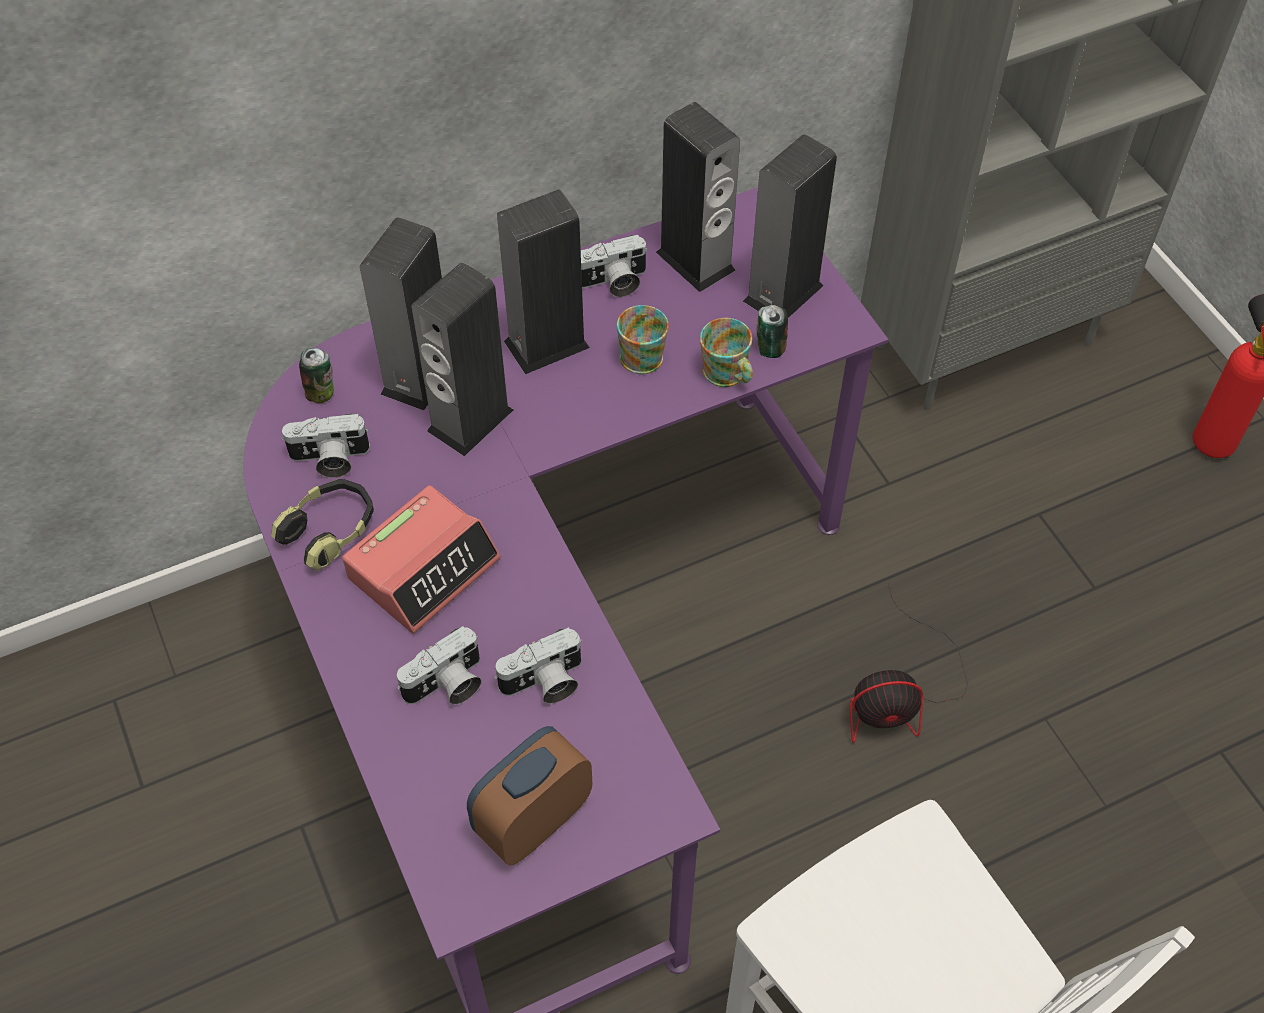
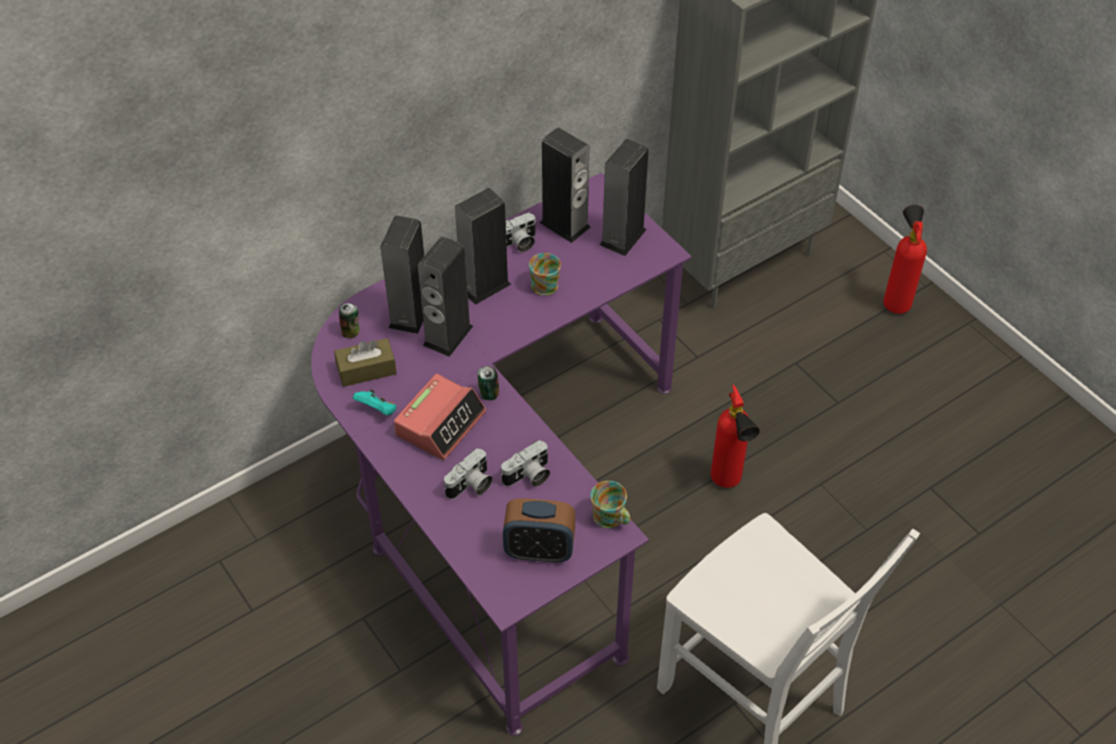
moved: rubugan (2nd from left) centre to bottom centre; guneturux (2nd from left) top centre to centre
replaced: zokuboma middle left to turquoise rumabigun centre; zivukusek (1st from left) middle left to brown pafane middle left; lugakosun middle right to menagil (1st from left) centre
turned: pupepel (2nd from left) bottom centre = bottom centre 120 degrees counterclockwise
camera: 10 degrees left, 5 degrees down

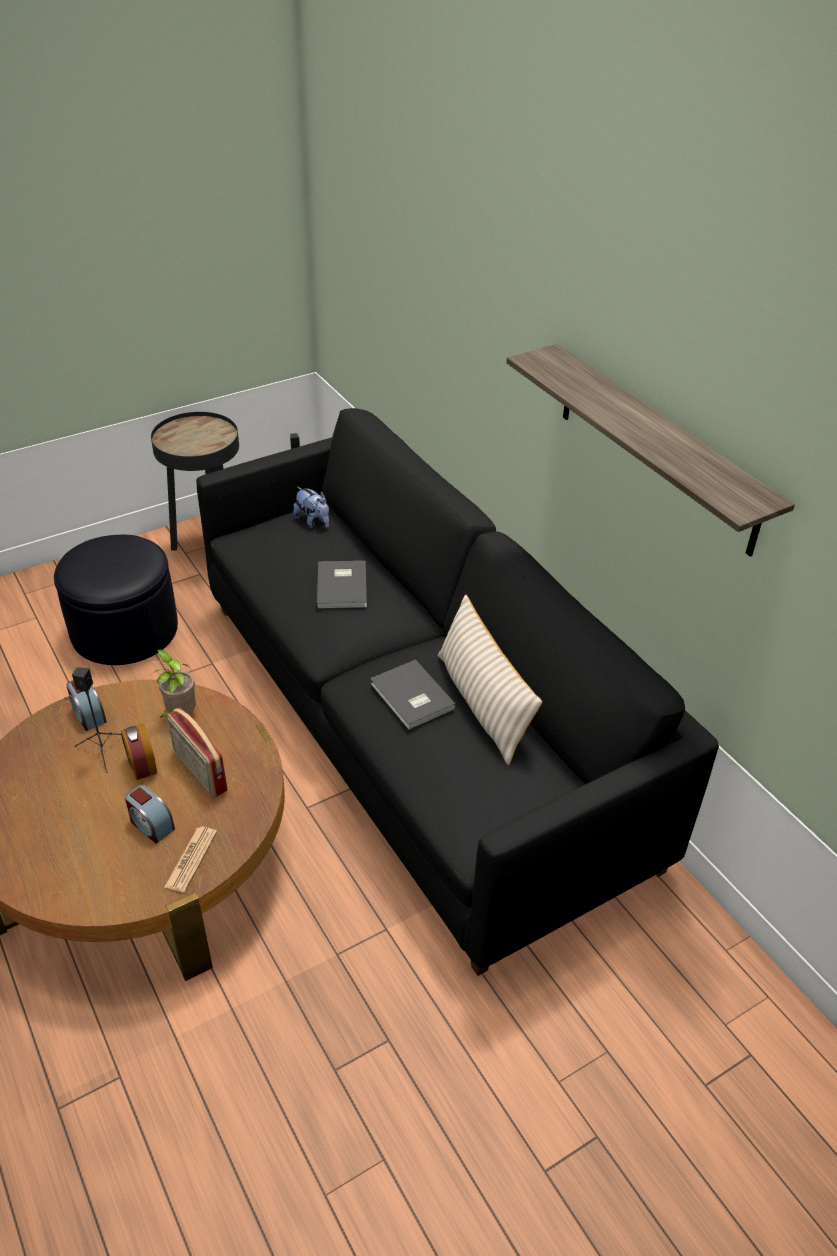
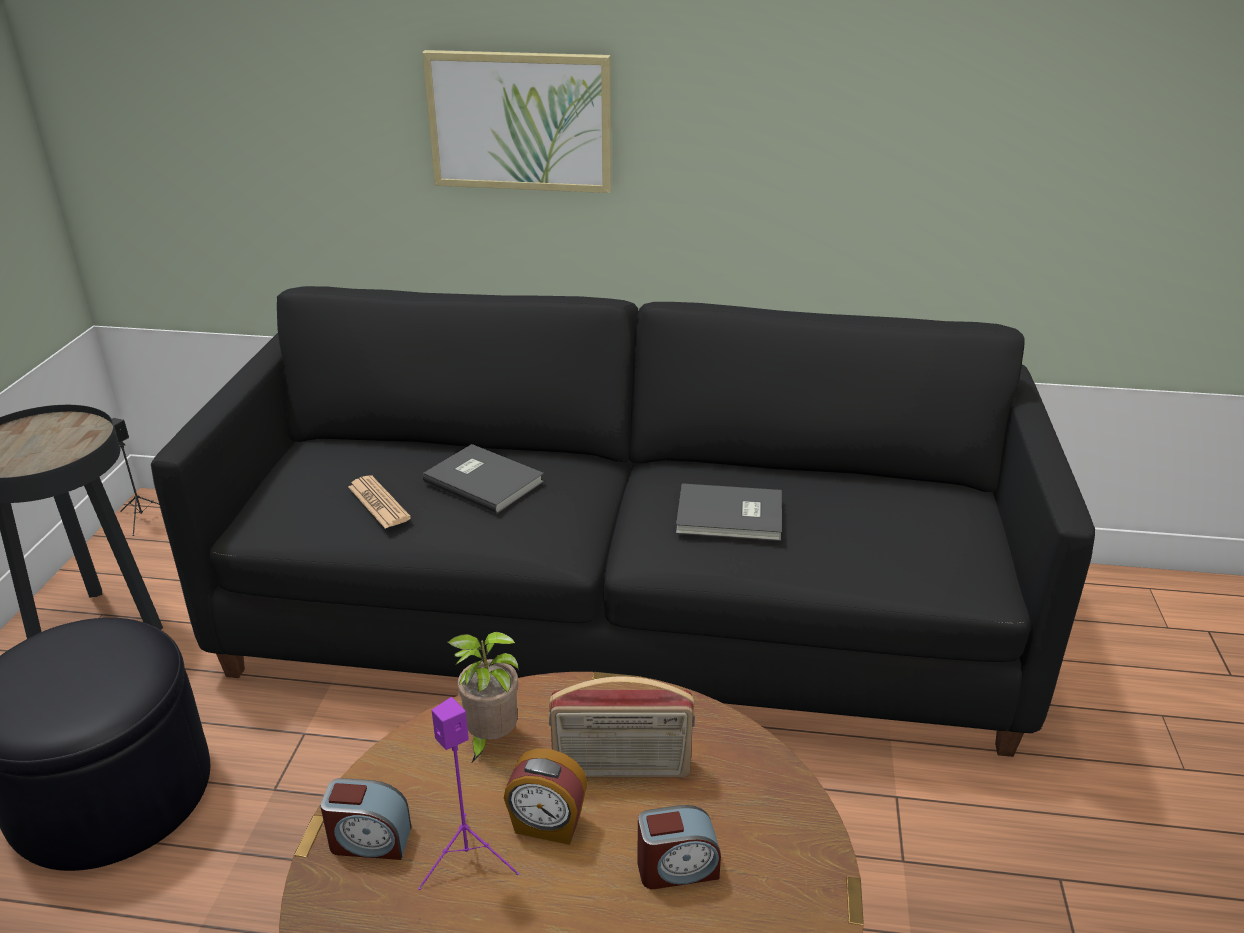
removed: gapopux centre; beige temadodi centre; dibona middle right
added: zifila top centre
moved: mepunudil bottom left to middle left
recoloured: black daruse (1st from left) middle left to purple daruse bottom centre
camera: 50 degrees left, 10 degrees down

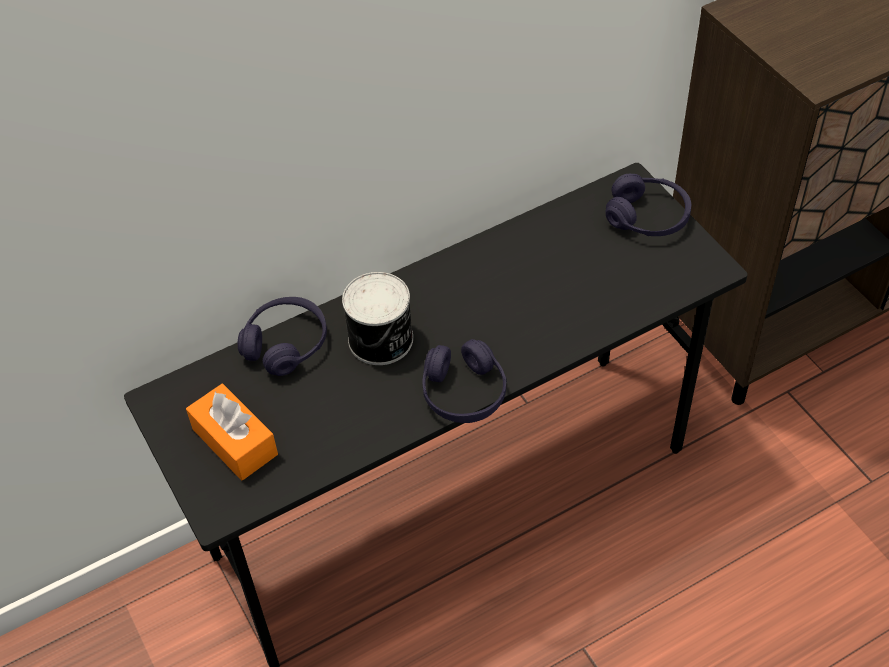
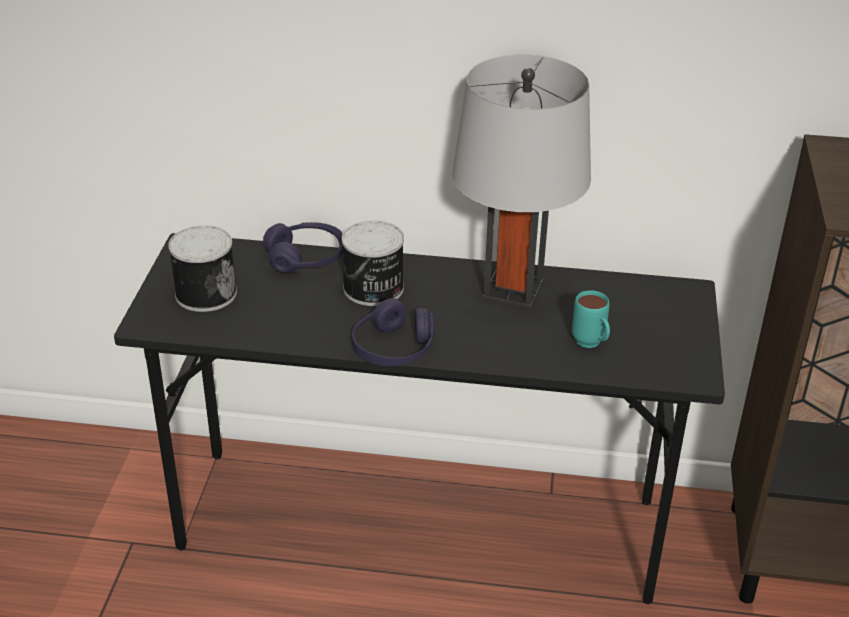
removed: purple zokuboma (3rd from left) top right
added: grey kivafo top centre; turquoise rubugan middle right
replaced: orange pafane middle left to guneturux (1st from left) middle left
camera: 35 degrees right, 15 degrees down

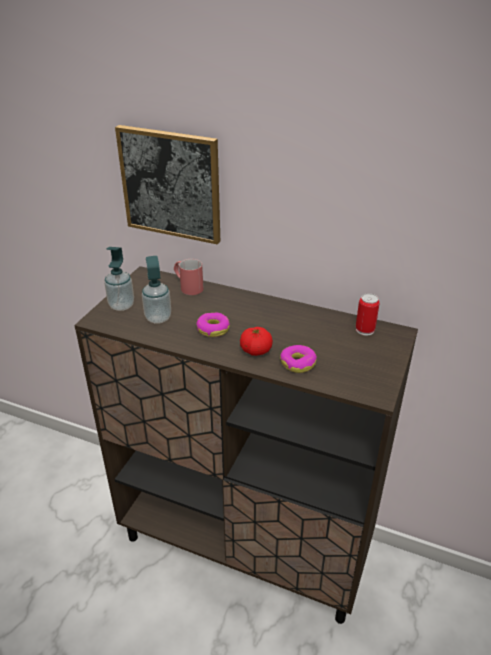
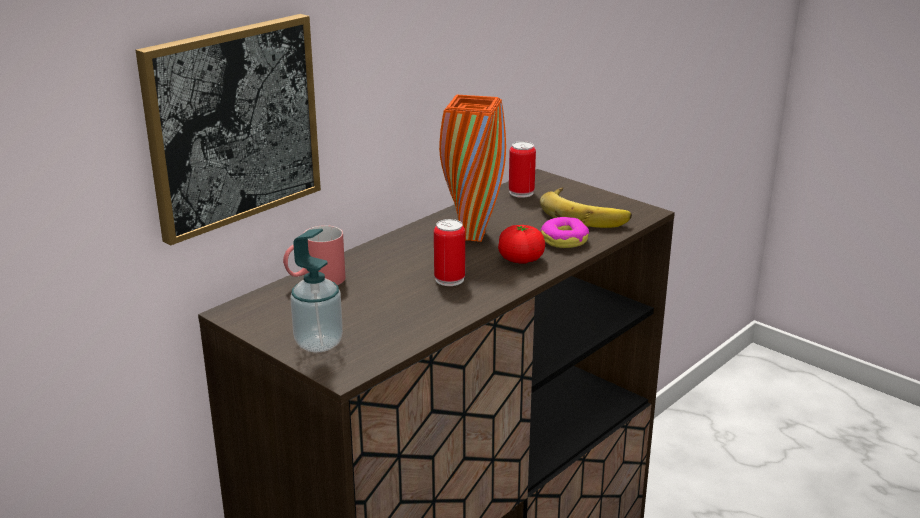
removed: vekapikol (2nd from left) middle left
added: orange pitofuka top centre; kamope centre
replaced: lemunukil (1st from left) centre to guneturux (1st from left) centre
camera: 70 degrees left, 10 degrees down

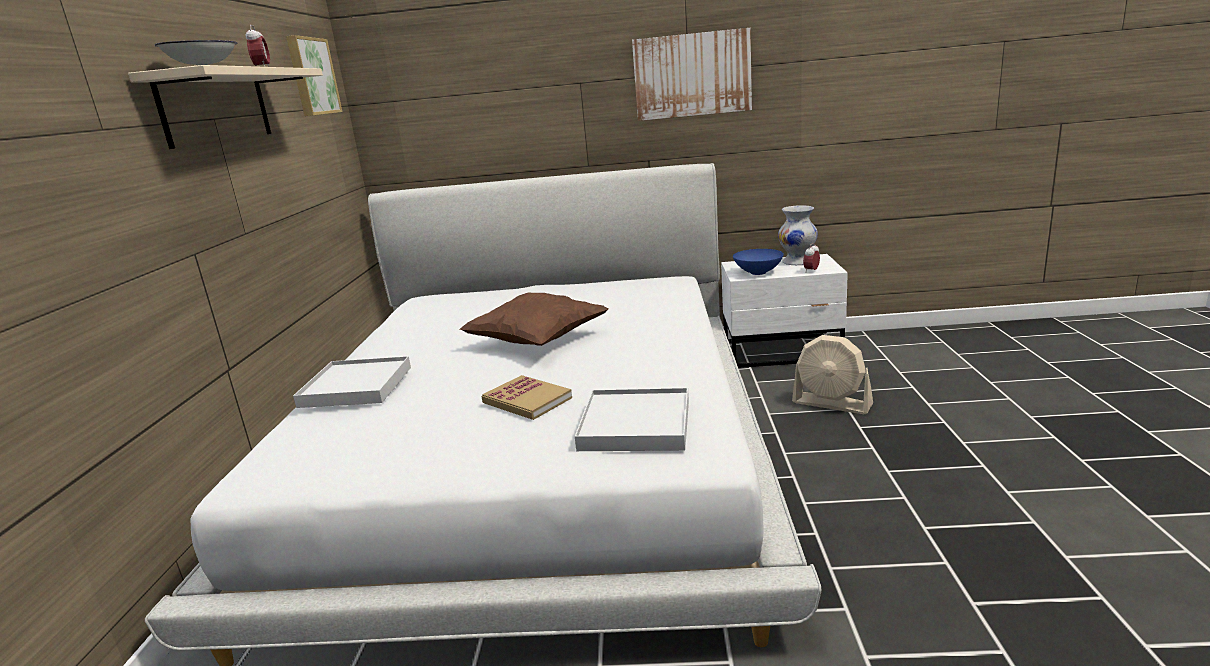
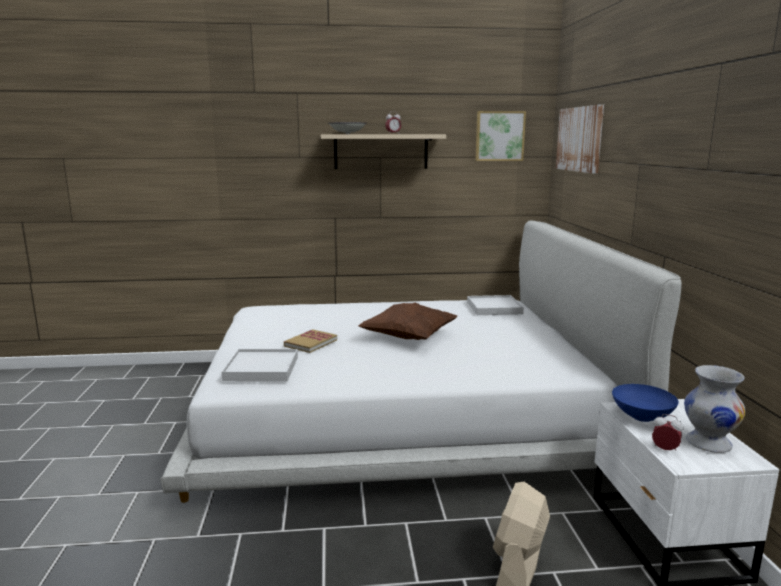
moved: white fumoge (1st from left in the first image) middle left to white fumoge (2nd from left) centre; zifila (2nd from left) top centre to top right
camera: 80 degrees right, 5 degrees down

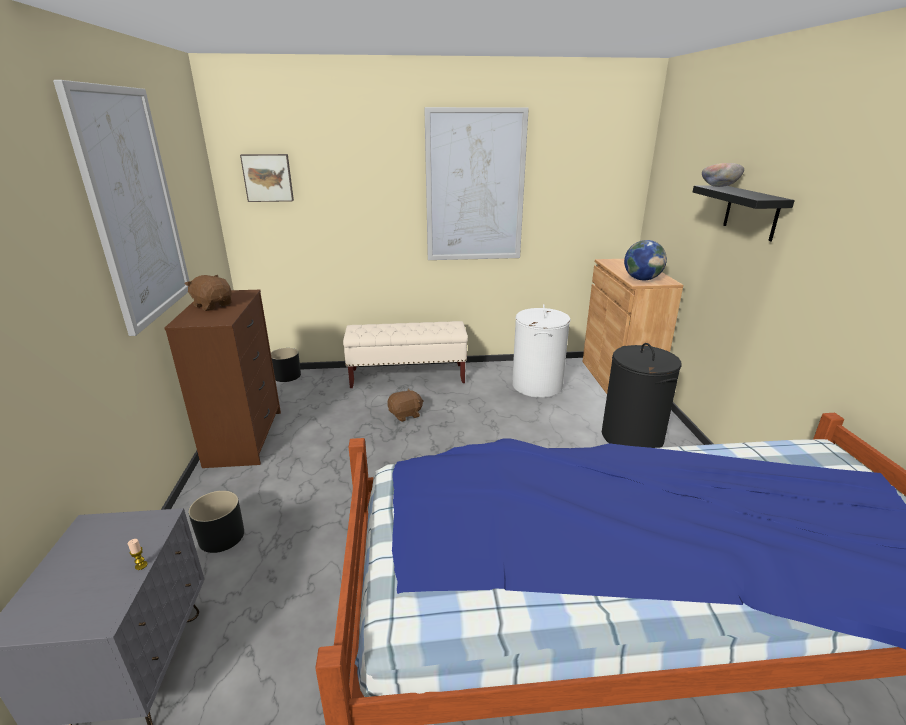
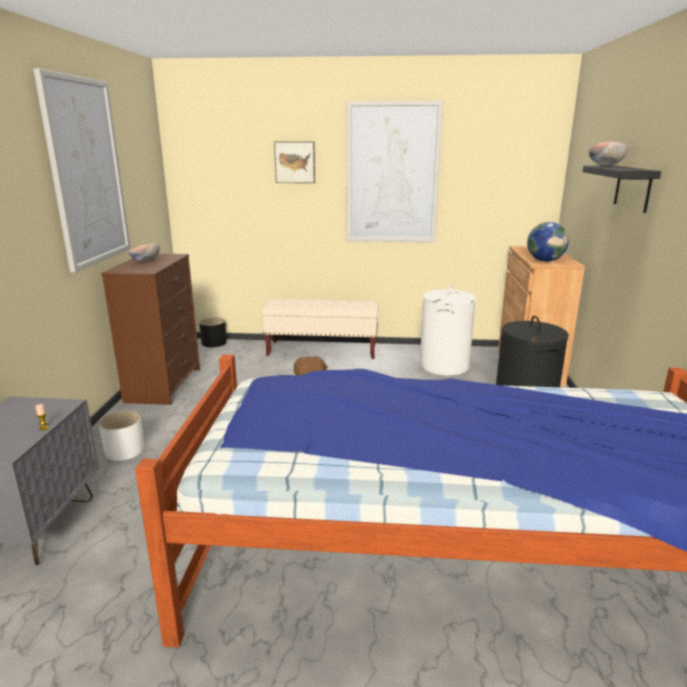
moved: zifila (2nd from left) top left to top centre
replaced: brown gapopux (1st from left) middle left to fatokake (1st from left) middle left
recoloured: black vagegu (1st from left) bottom left to white vagegu middle left
camera: 10 degrees right, 5 degrees down

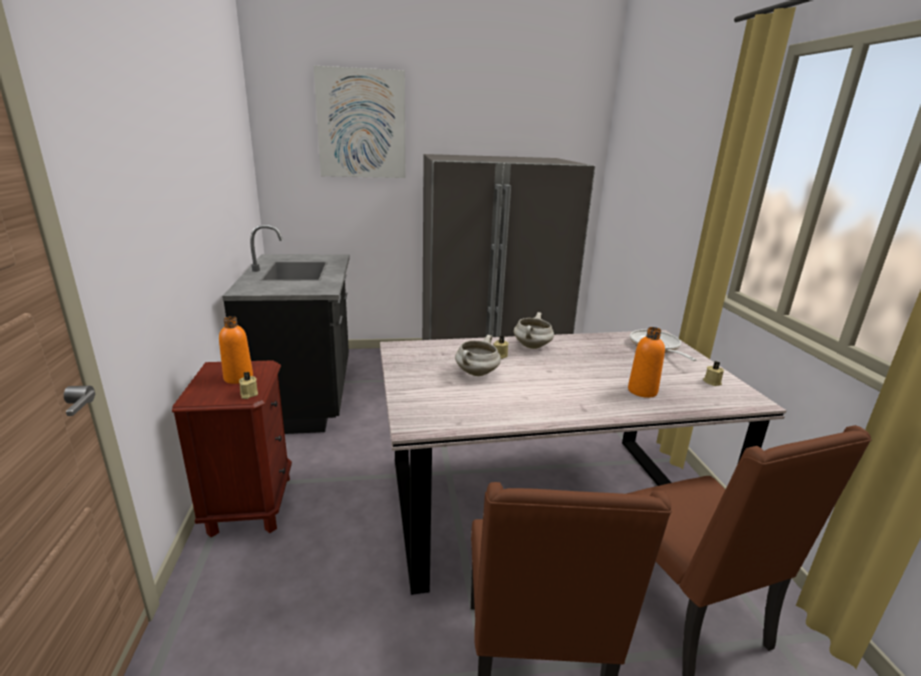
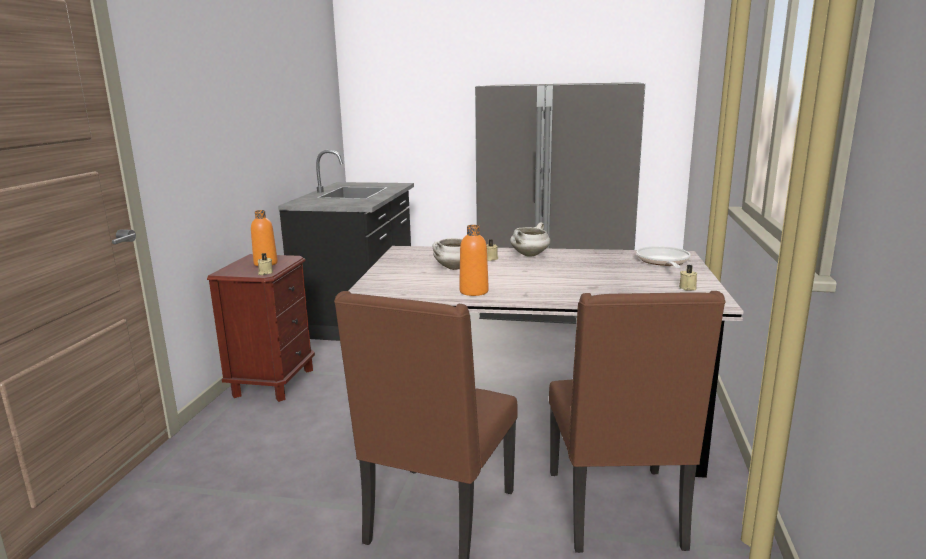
removed: zifila top centre
moved: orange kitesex (2nd from left) middle right to centre
camera: 20 degrees right, 5 degrees down

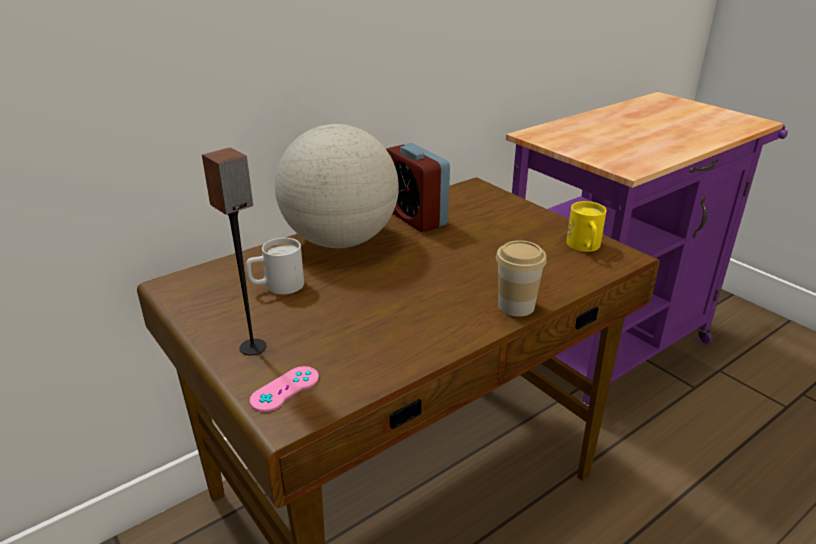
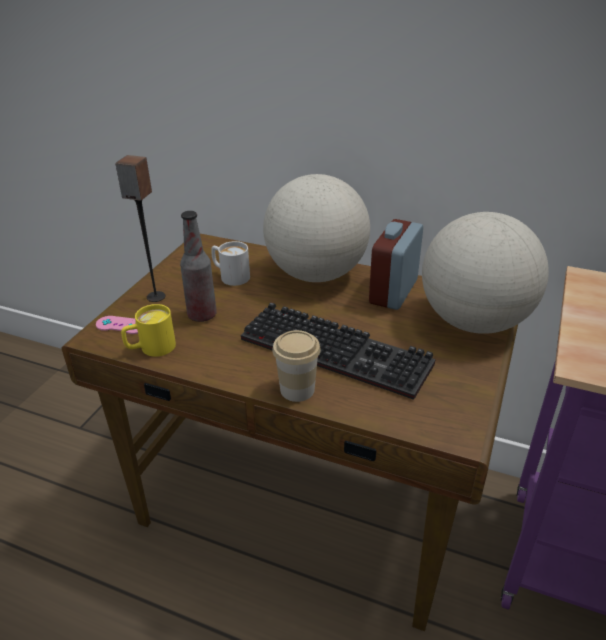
added: kitesex middle left; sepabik centre; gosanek (2nd from left) middle right
moved: yellow rubugan middle right to middle left
camera: 60 degrees right, 5 degrees up

